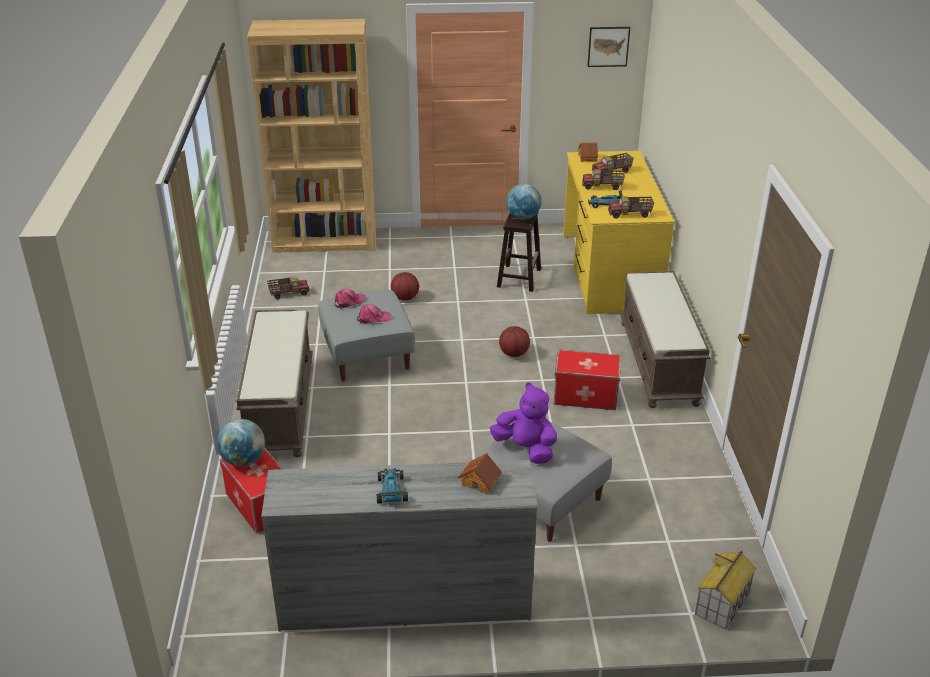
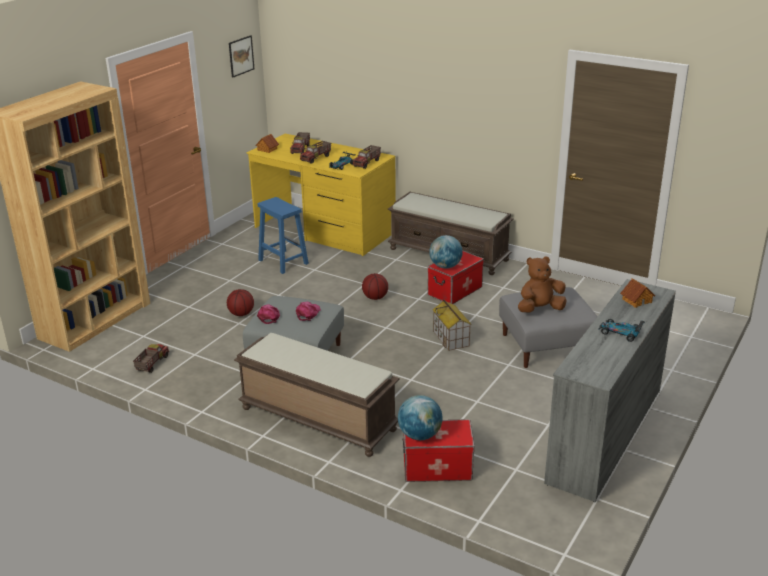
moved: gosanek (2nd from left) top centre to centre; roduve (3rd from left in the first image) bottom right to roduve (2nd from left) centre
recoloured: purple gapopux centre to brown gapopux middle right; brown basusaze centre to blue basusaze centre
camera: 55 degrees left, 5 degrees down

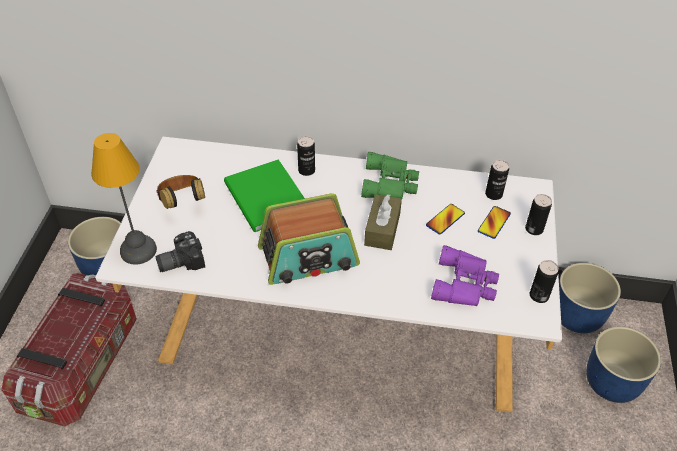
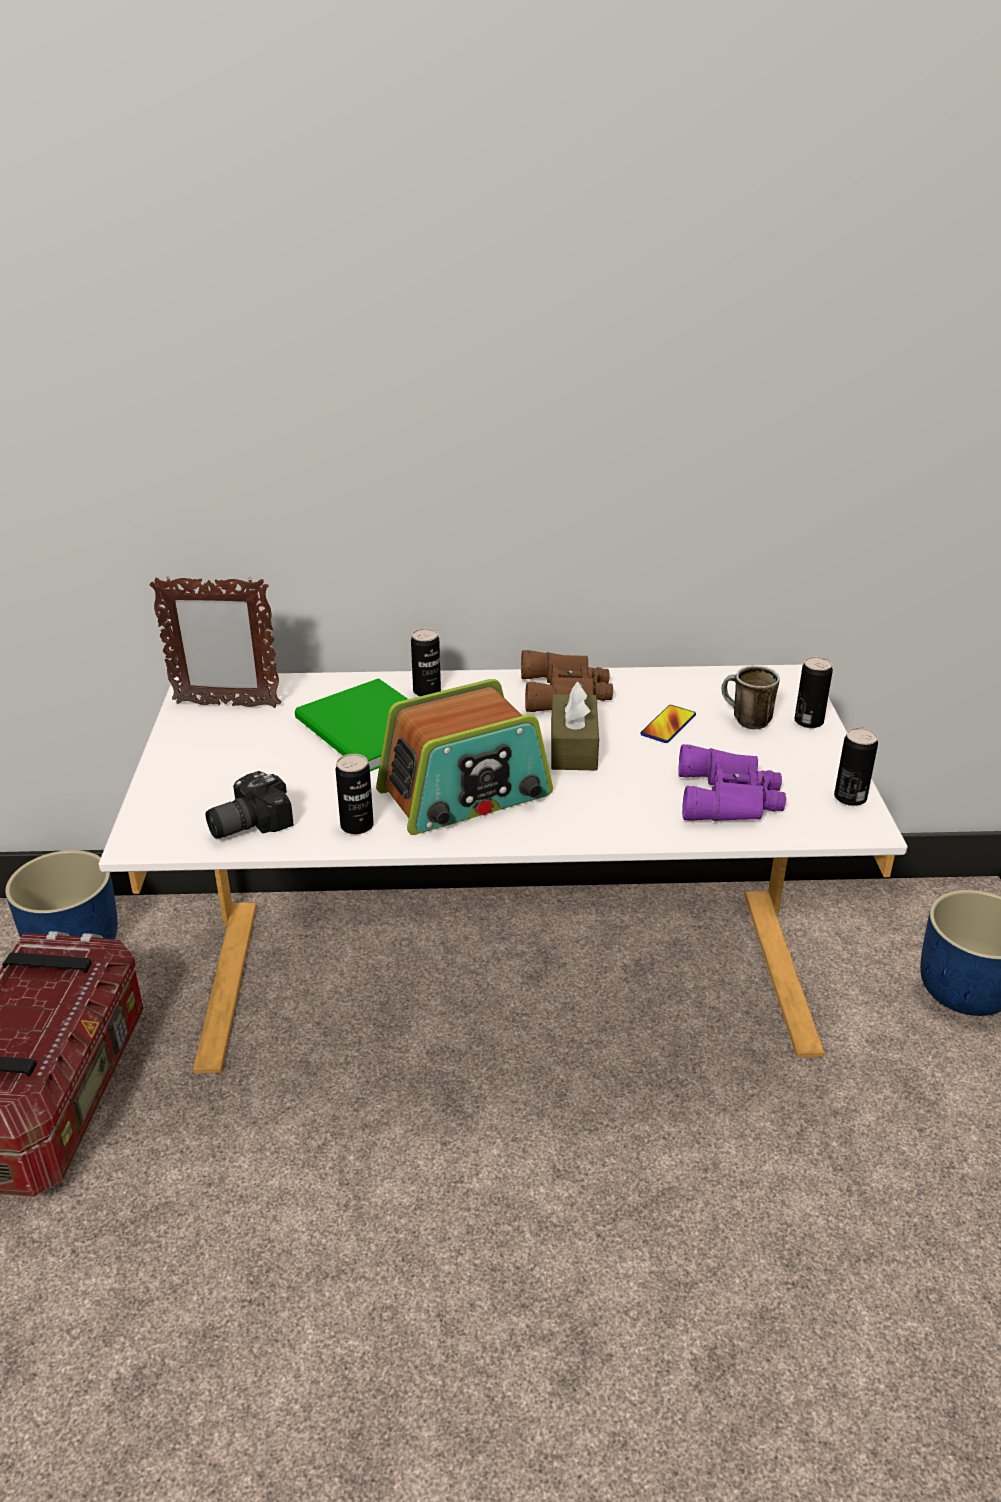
removed: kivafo middle left; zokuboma middle left; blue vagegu (2nd from left) middle right
added: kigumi middle left
moved: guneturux (2nd from left in the first image) middle right to guneturux (1st from left) centre
replaced: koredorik (2nd from left) middle right to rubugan middle right
recoloured: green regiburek centre to brown regiburek centre
camera: 10 degrees left, 15 degrees down

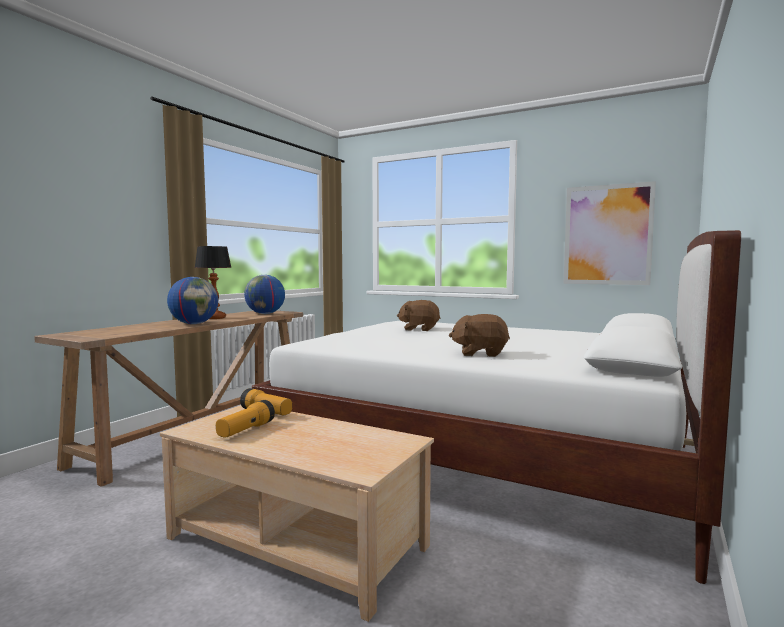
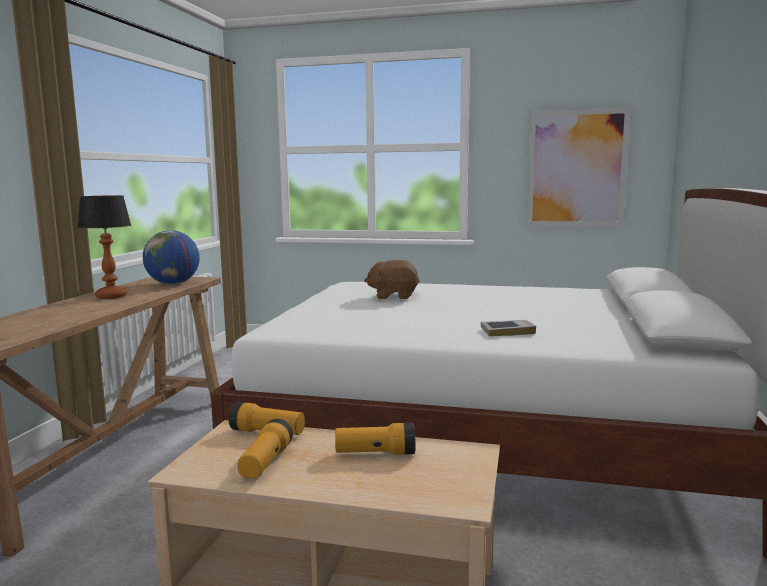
removed: gosanek (1st from left) middle left
added: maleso (3rd from left) bottom centre
replaced: brown gapopux (2nd from left) centre to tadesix centre
camera: 15 degrees left, 5 degrees up

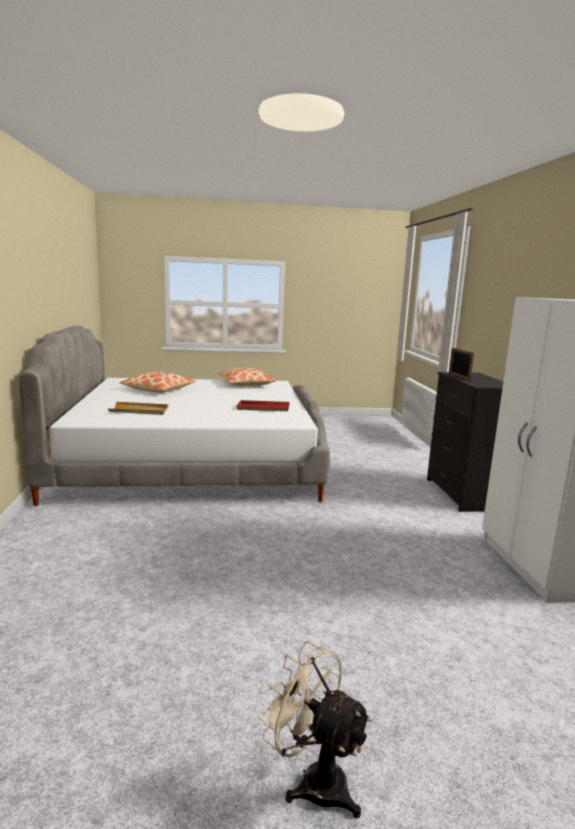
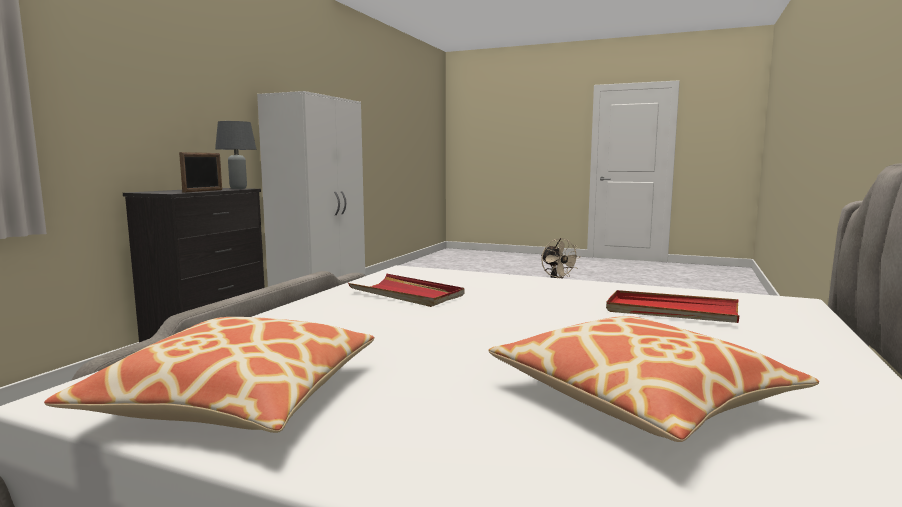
added: grey kivafo top left
recoloured: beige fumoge middle left to red fumoge (2nd from left) middle right
camera: 150 degrees left, 5 degrees down

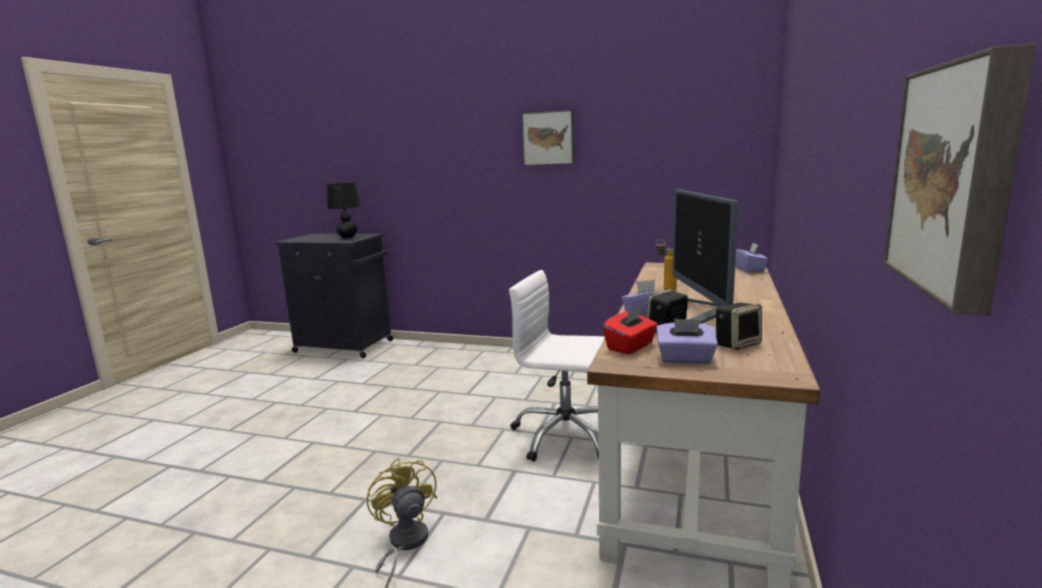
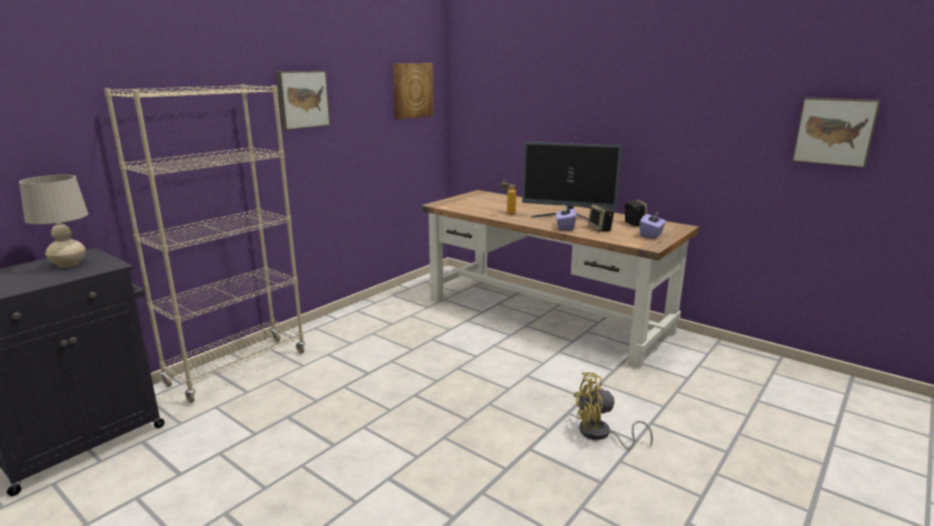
removed: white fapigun centre; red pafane centre; purple pafane (3rd from left) middle right
added: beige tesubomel middle left; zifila (2nd from left) top centre
recoloured: black kivafo middle left to beige kivafo middle left
camera: 70 degrees left, 5 degrees up

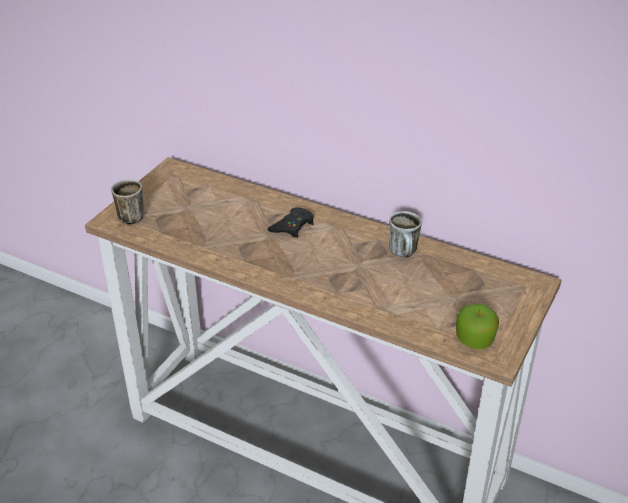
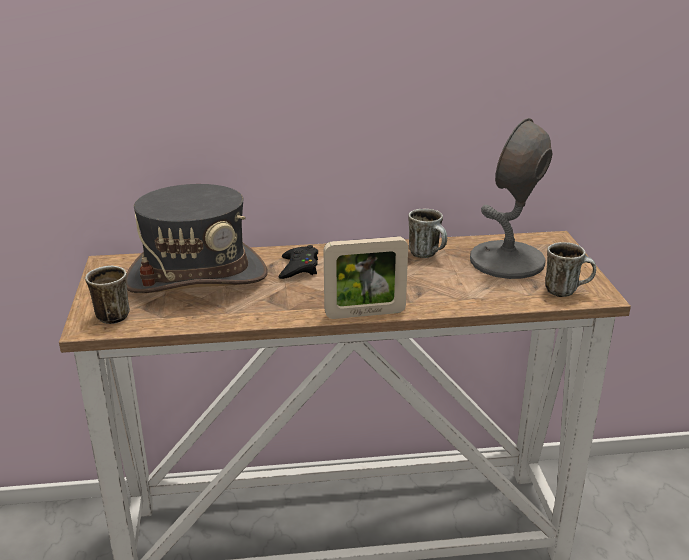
added: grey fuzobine middle left; kigumi centre; grey kivafo middle right
replaced: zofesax middle right to rubugan (3rd from left) middle right
camera: 35 degrees left, 10 degrees down

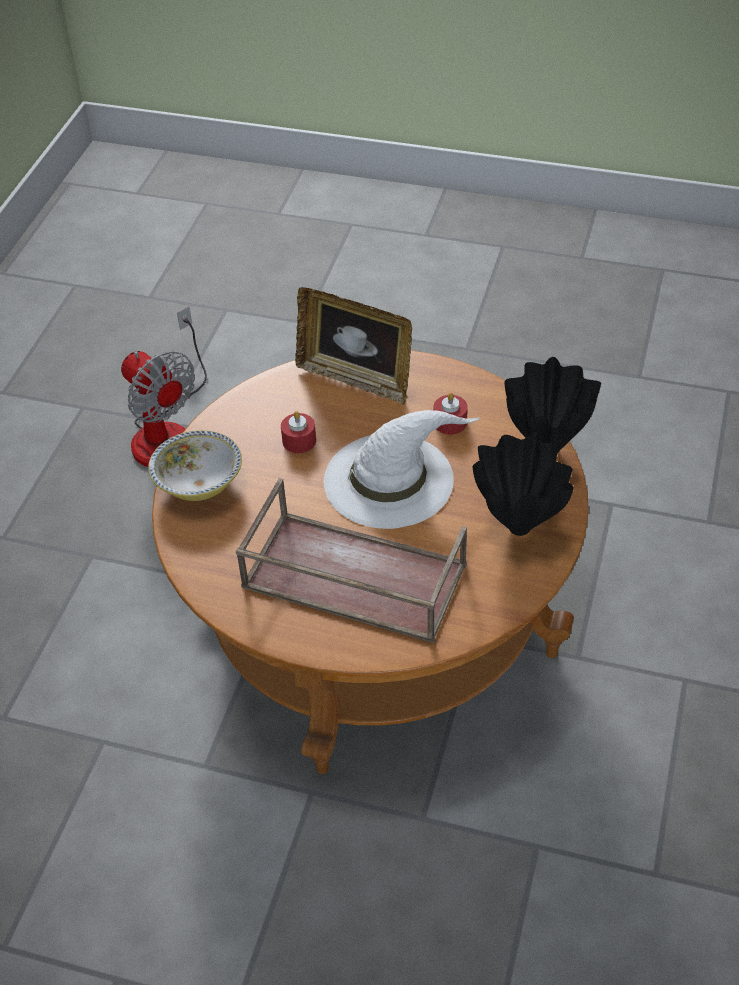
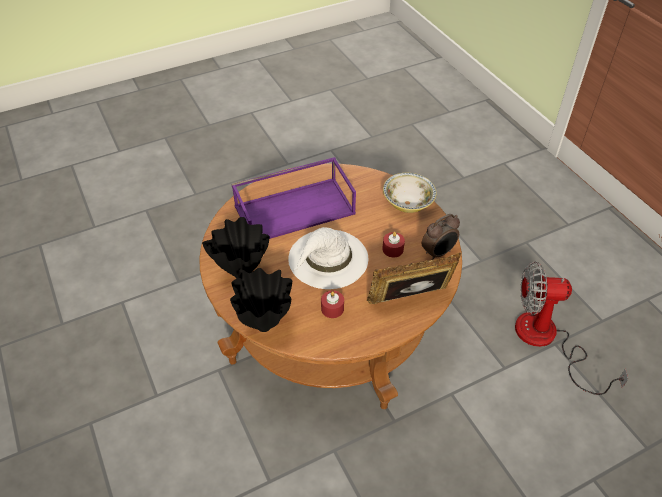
added: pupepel centre
recoloured: brown fumoge centre to purple fumoge centre
camera: 135 degrees right, 0 degrees up

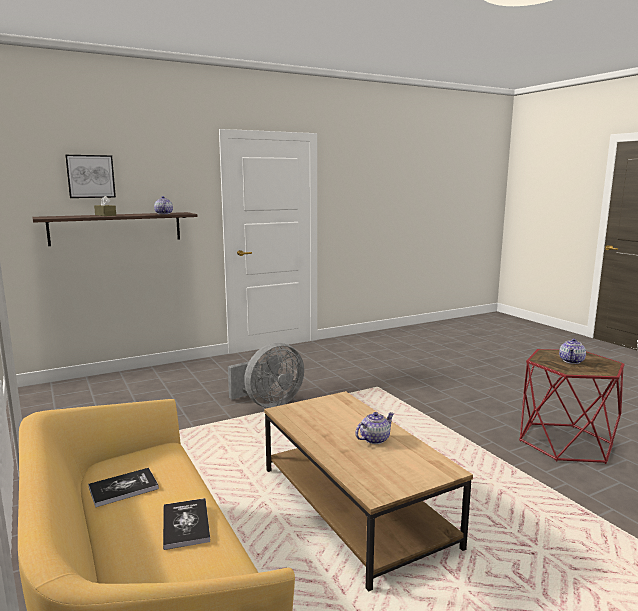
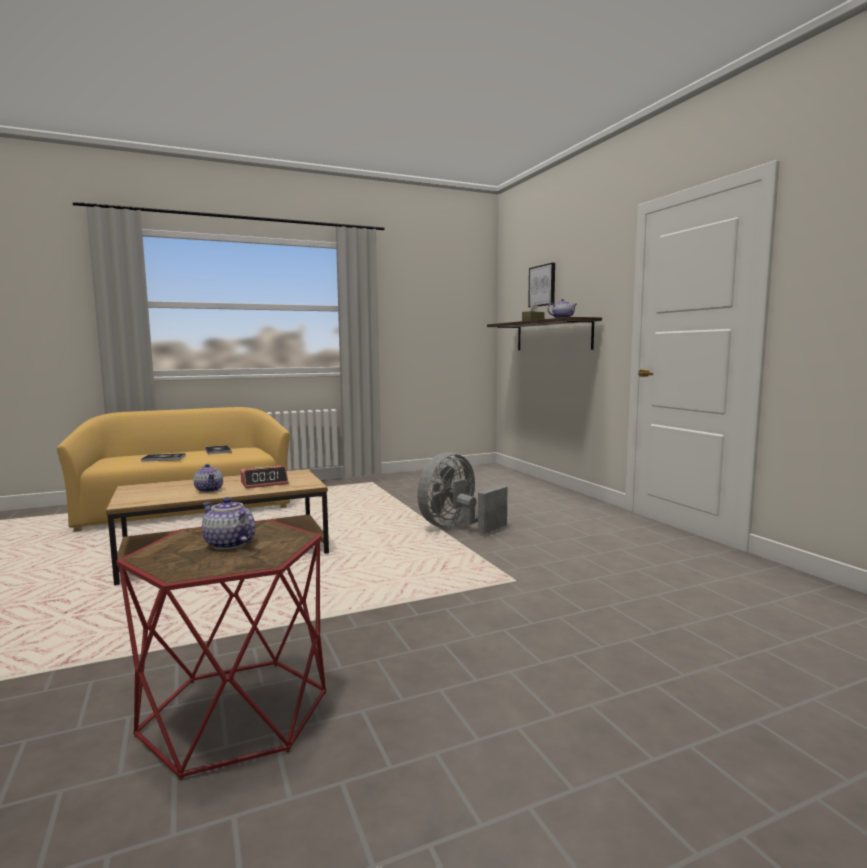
added: pupepel middle left
turned: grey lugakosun centre = centre 75 degrees clockwise
camera: 95 degrees right, 5 degrees down

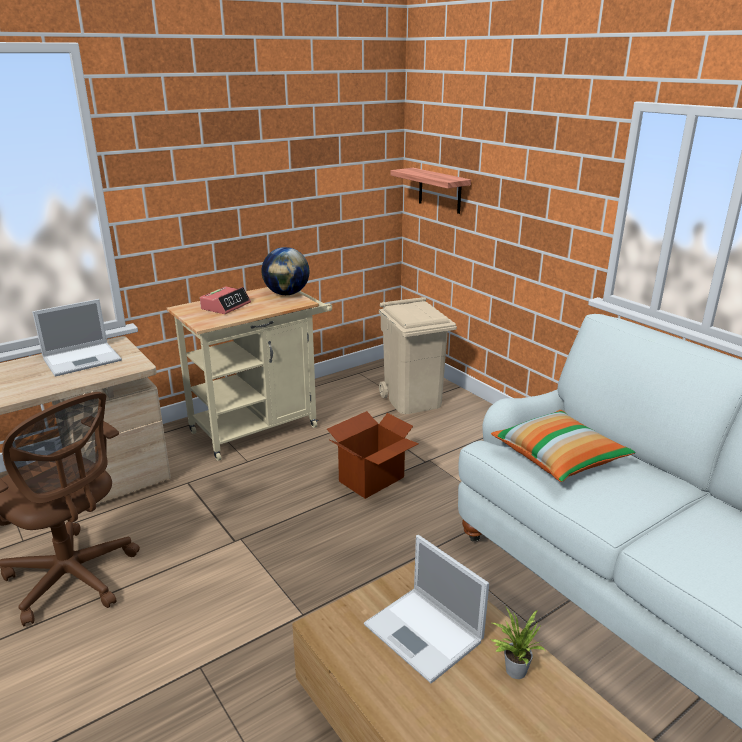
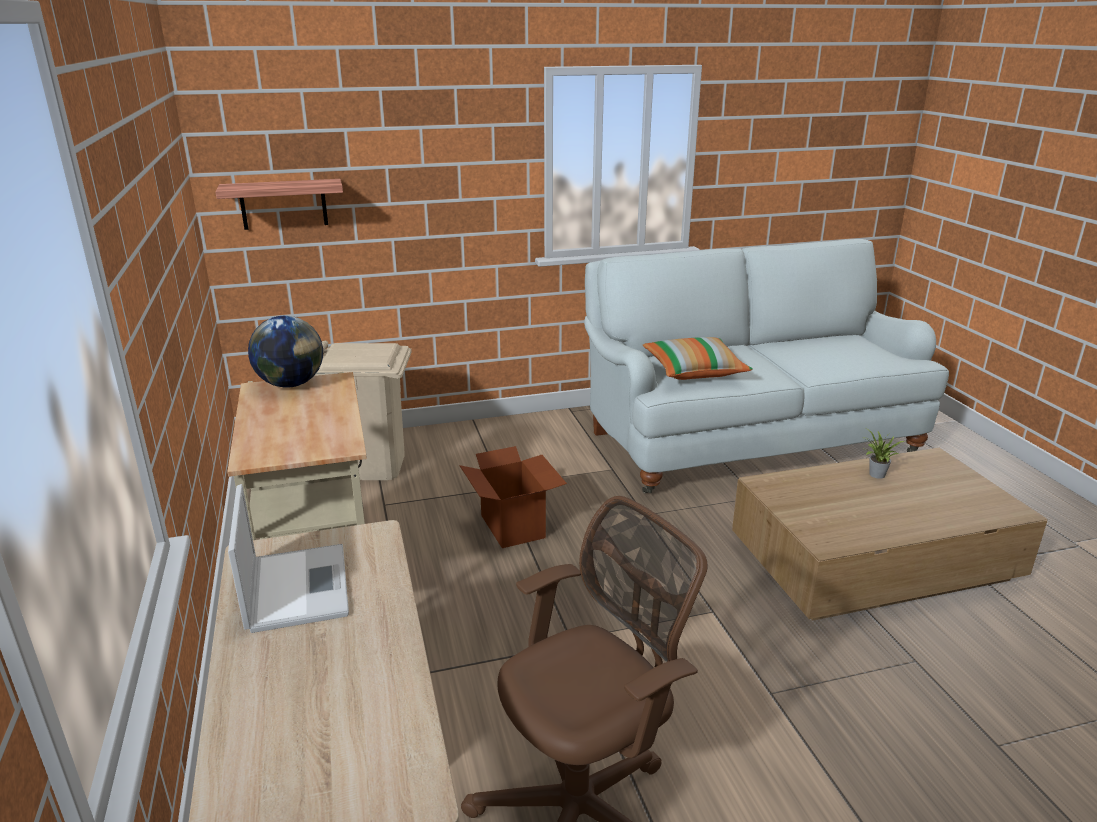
removed: pupepel middle left; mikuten (2nd from left) bottom centre
camera: 70 degrees left, 0 degrees up

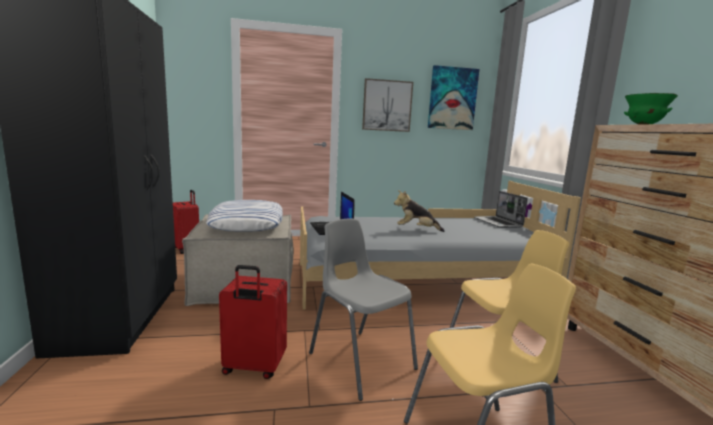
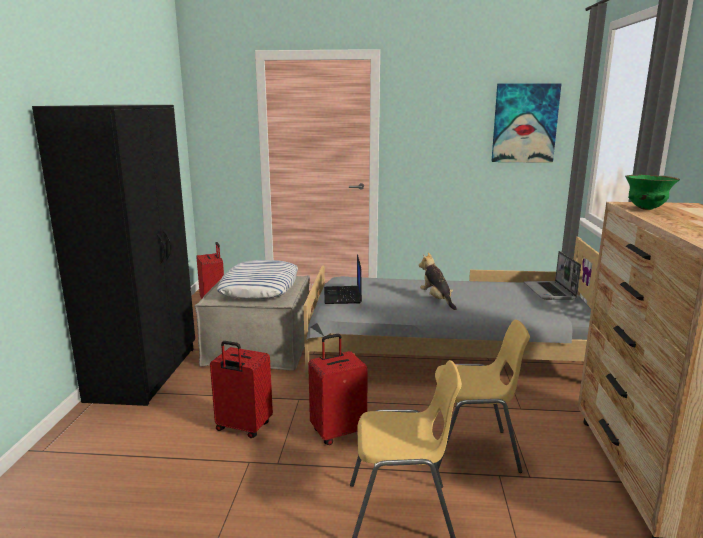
removed: zifila (1st from left) top centre
replaced: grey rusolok bottom centre to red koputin (3rd from left) bottom centre
turned: gapopux centre = centre 45 degrees clockwise
camera: 15 degrees right, 5 degrees up

